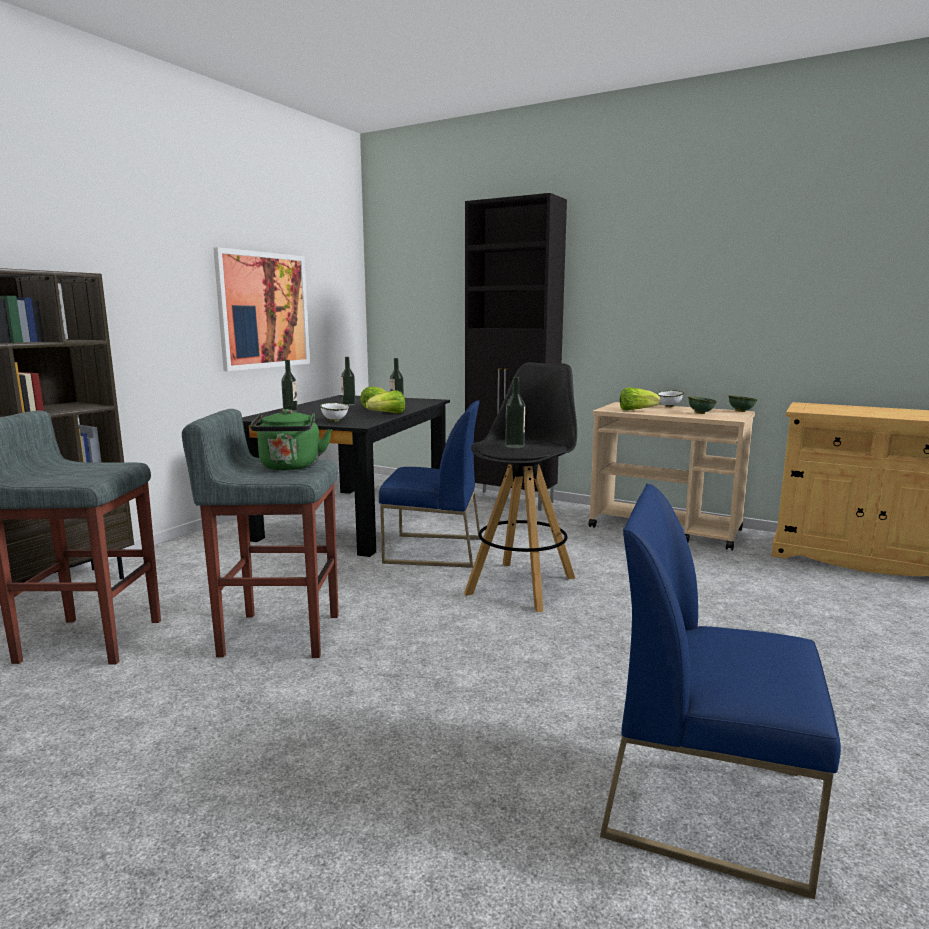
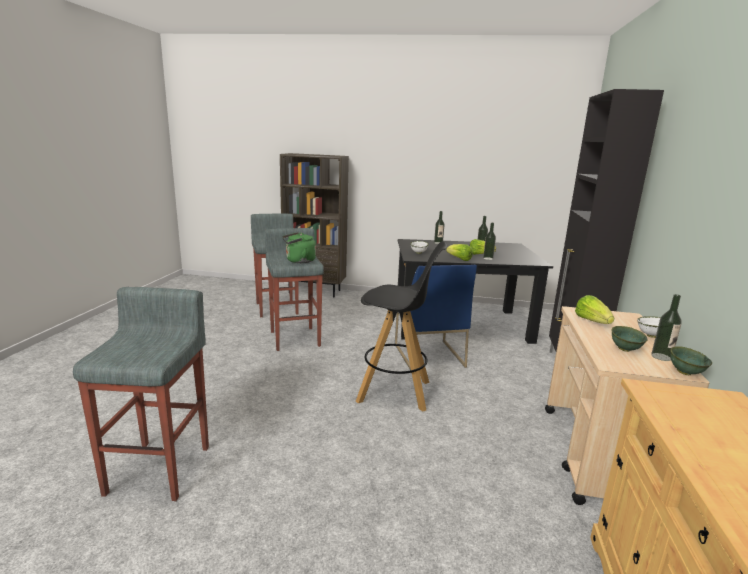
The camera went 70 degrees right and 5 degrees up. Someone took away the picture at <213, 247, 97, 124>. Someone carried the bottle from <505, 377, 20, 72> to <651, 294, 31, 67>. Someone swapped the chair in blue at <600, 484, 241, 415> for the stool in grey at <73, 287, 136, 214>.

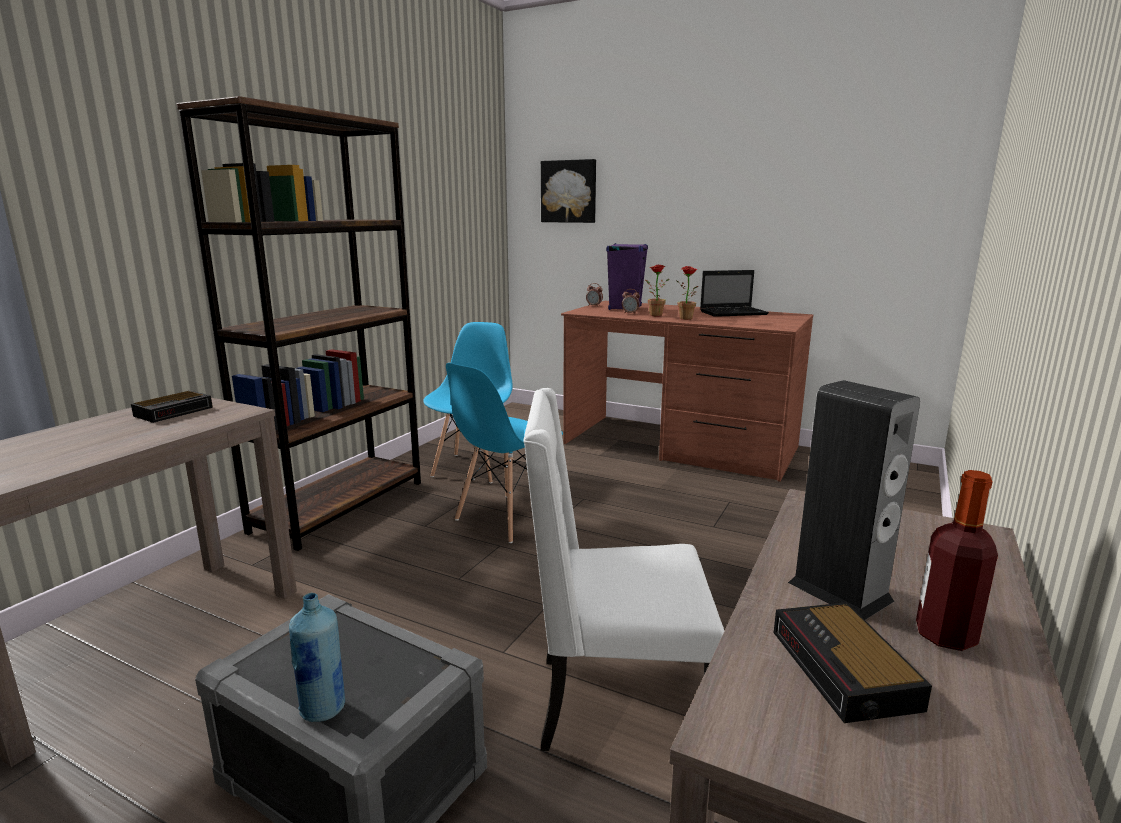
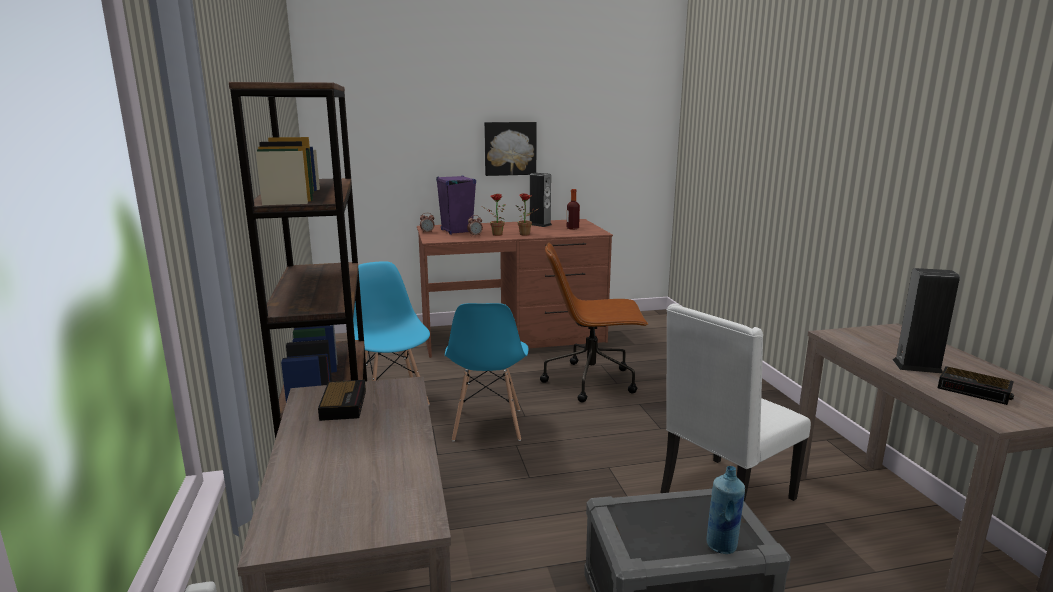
The camera went 40 degrees left and 0 degrees up. Someone put down the office chair in brown at <540, 243, 108, 159>. Someone carried the picture from <541, 159, 55, 64> to <484, 122, 53, 54>. Someone carried the bottle from <916, 470, 82, 181> to <567, 189, 13, 41>. Someone swapped the laptop at <700, 270, 69, 47> for the speaker at <530, 173, 22, 54>.

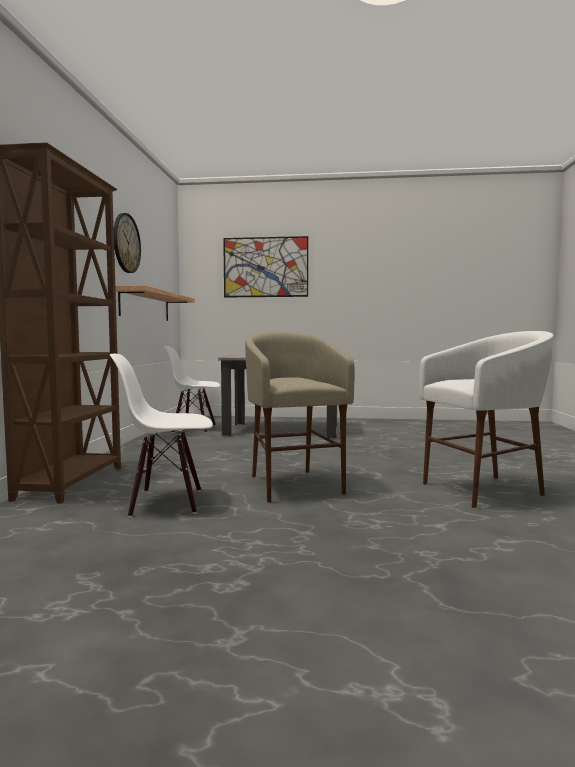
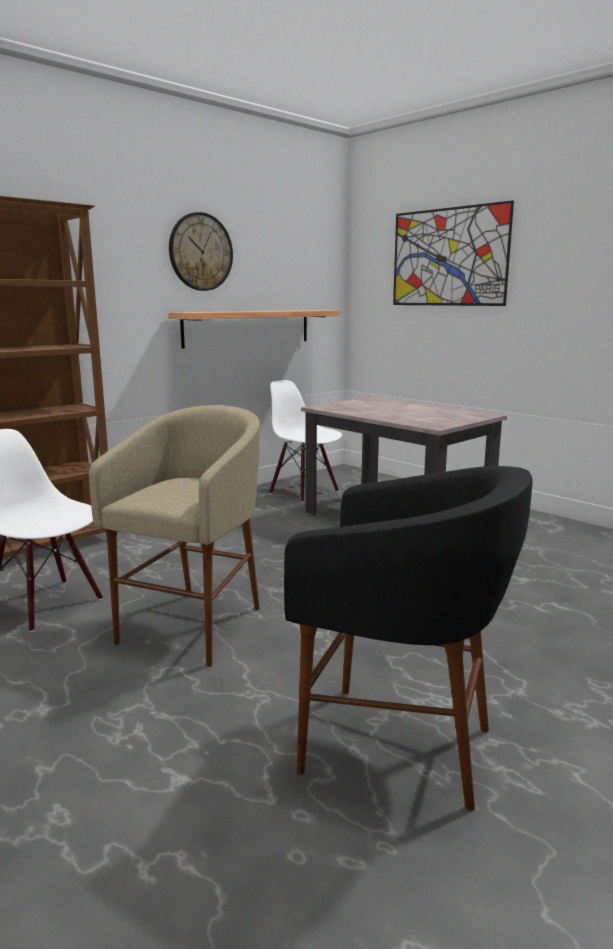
The camera went 40 degrees right and 10 degrees up. Someone repainted the stool in white at <419, 331, 135, 177>, which became the stool in black at <284, 466, 249, 345>.

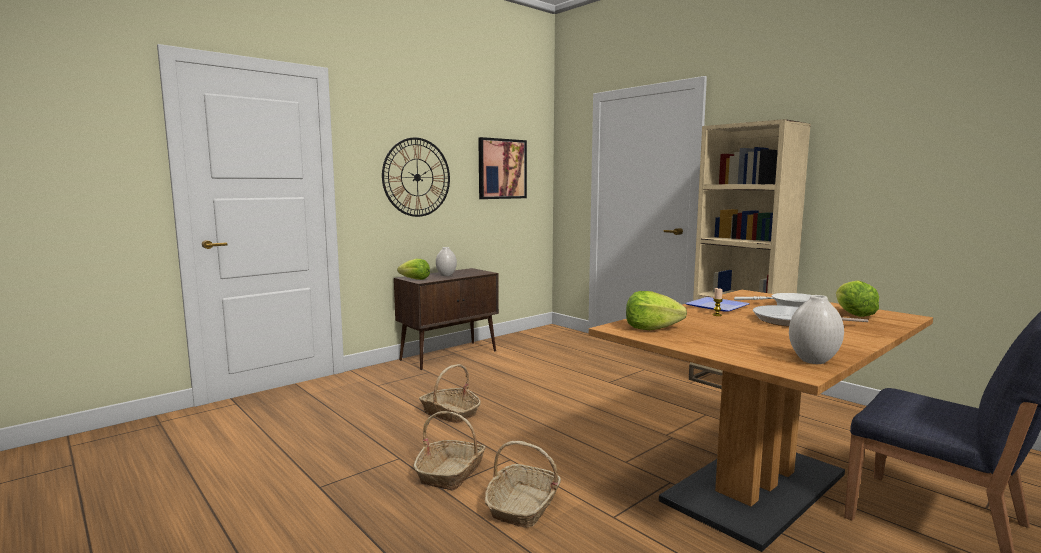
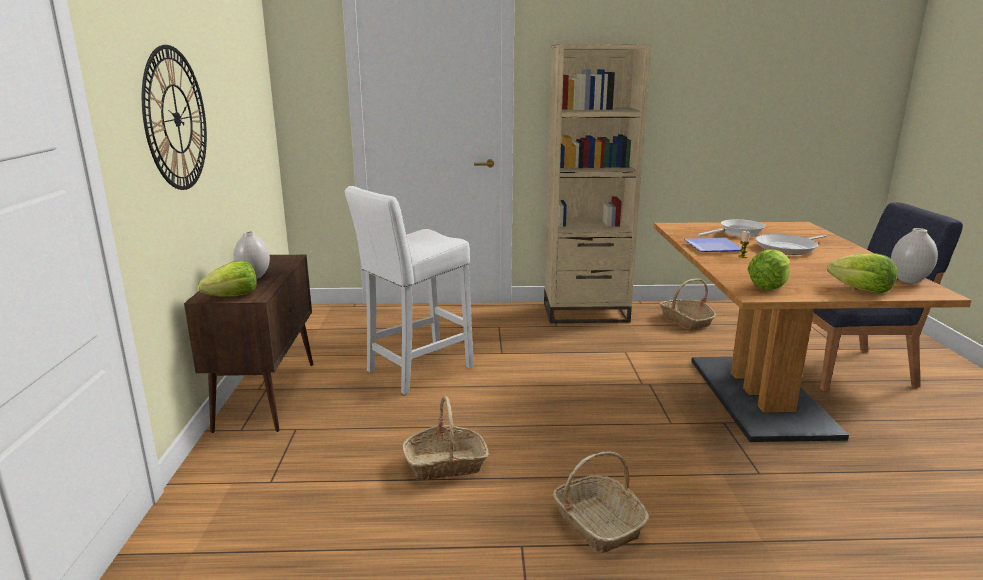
The camera went 50 degrees left and 10 degrees up. Someone took away the picture at <478, 137, 49, 62>. Someone put down the stool in white at <345, 186, 129, 209>. Someone carried the basket from <485, 441, 76, 87> to <659, 279, 57, 51>. Someone carried the lettuce from <836, 281, 43, 36> to <827, 253, 70, 40>.

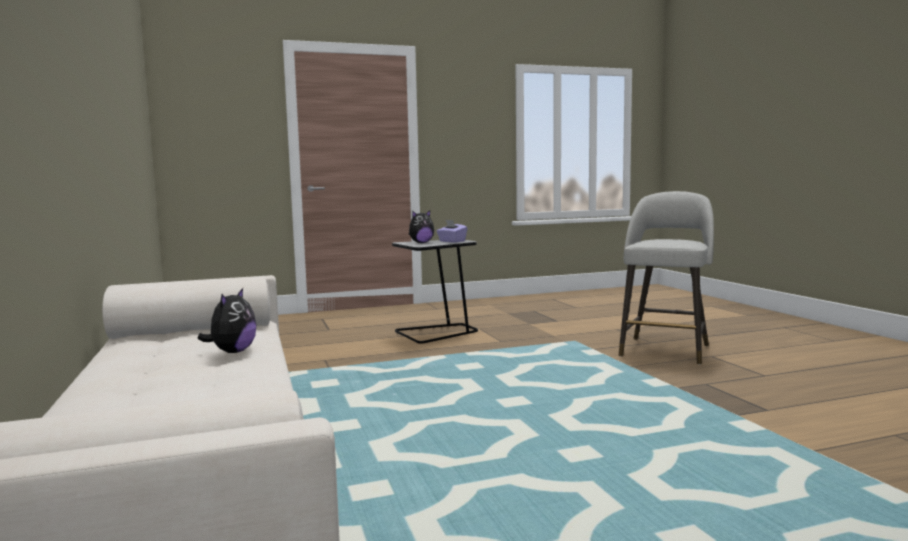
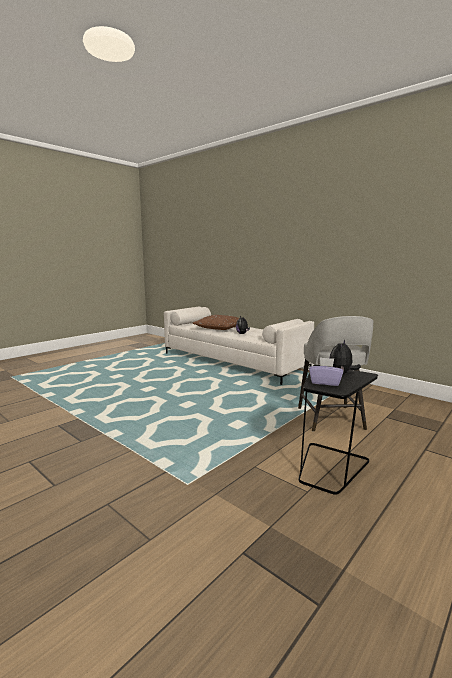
The camera went 150 degrees right and 5 degrees up. Someone put down the pillow in brown at <193, 315, 46, 15>. Someone carried the stool in grey from <619, 191, 95, 174> to <298, 316, 75, 116>.

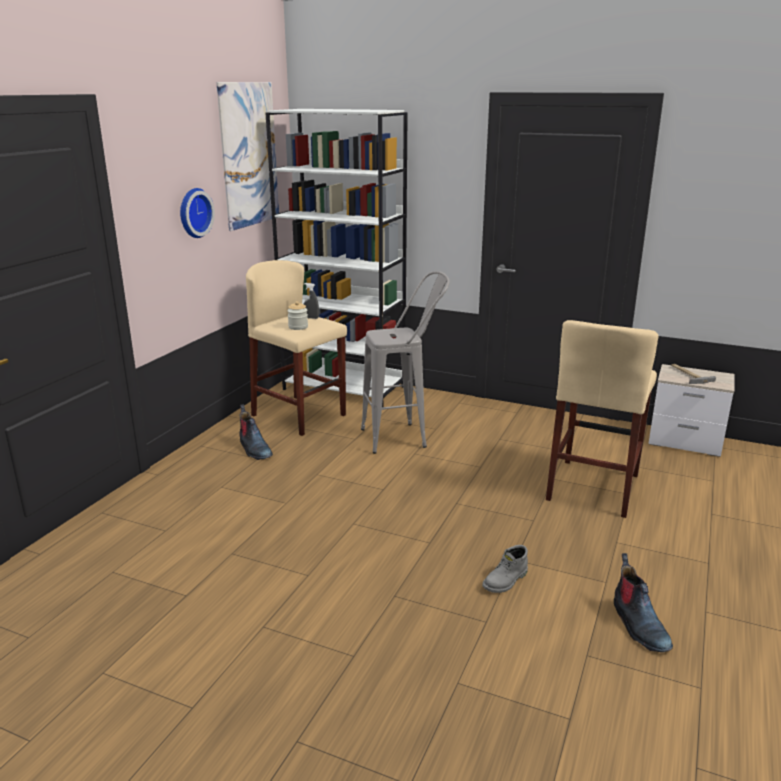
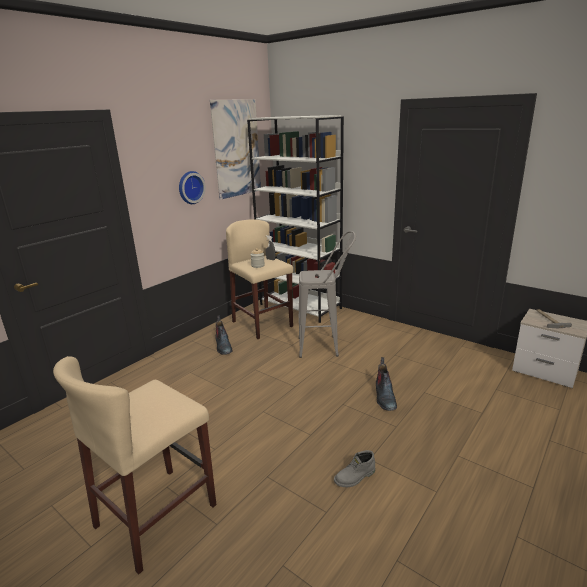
The camera went 15 degrees right and 0 degrees up. Someone carried the stool in beige from <546, 320, 112, 198> to <53, 356, 163, 219>. Someone carried the boot from <614, 553, 59, 99> to <376, 357, 21, 54>.

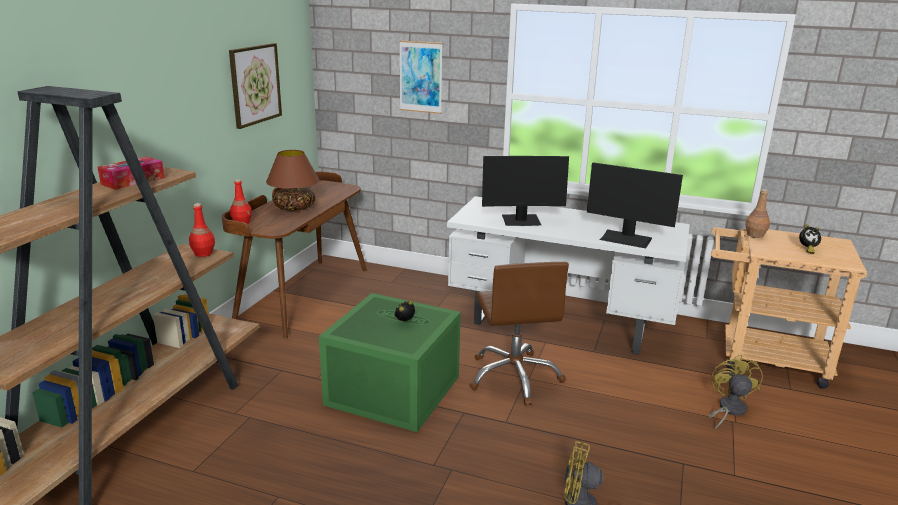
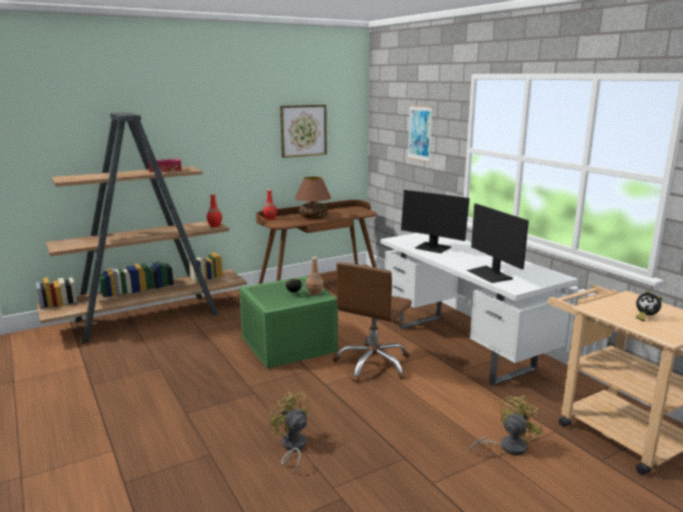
The camera went 40 degrees right and 5 degrees down. Someone carried the bottle in brown from <745, 189, 25, 49> to <306, 257, 18, 39>.

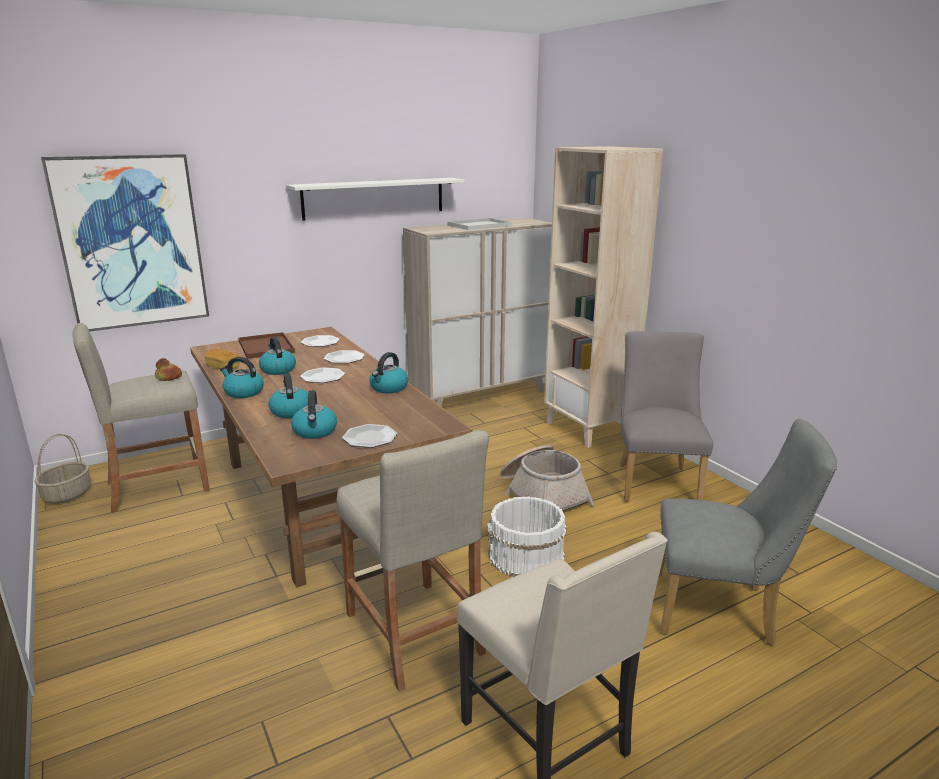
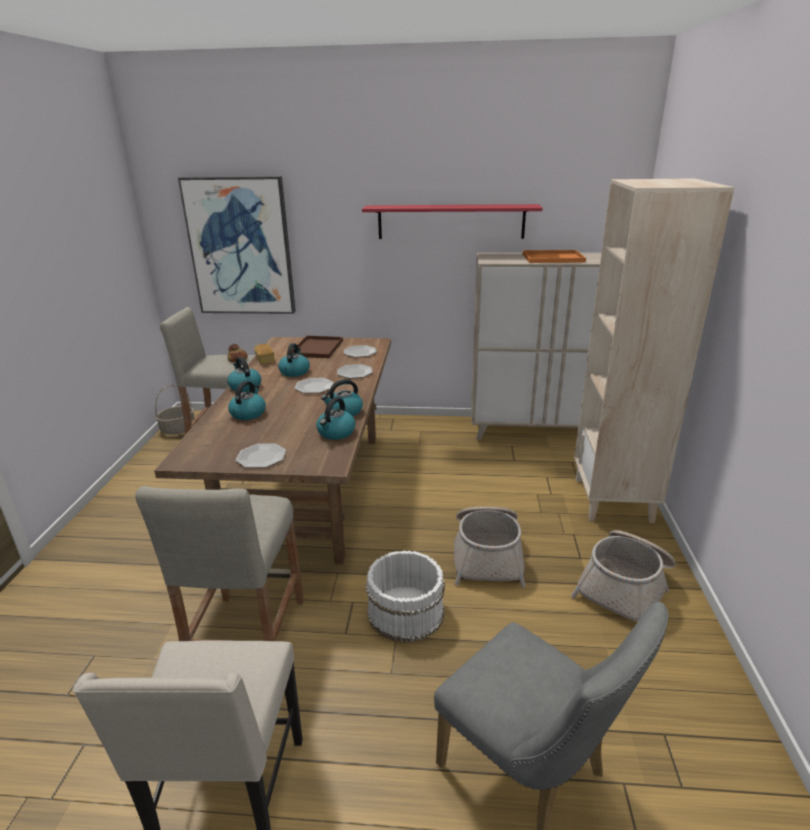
The camera went 35 degrees right and 5 degrees up. Someone carried the kettle from <291, 390, 46, 49> to <316, 397, 40, 43>. Someone swapped the chair in grey at <620, 331, 93, 171> for the basket at <571, 530, 105, 91>. Someone repainted the shelf in white at <286, 178, 179, 43>, which became the shelf in red at <362, 204, 181, 35>. Someone repainted the tray in white at <447, 218, 64, 12>, which became the tray in orange at <523, 250, 63, 13>.

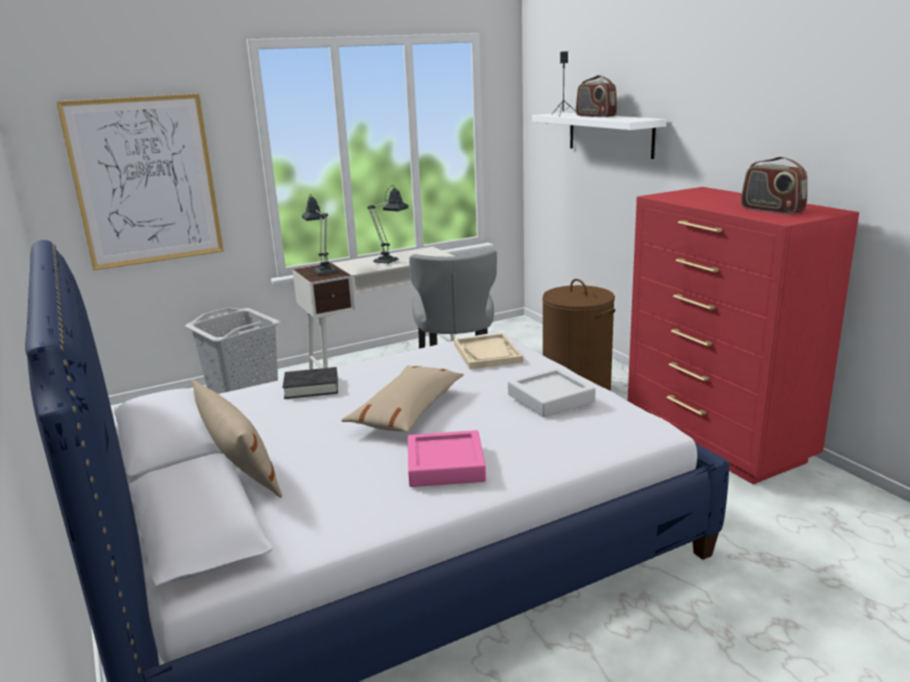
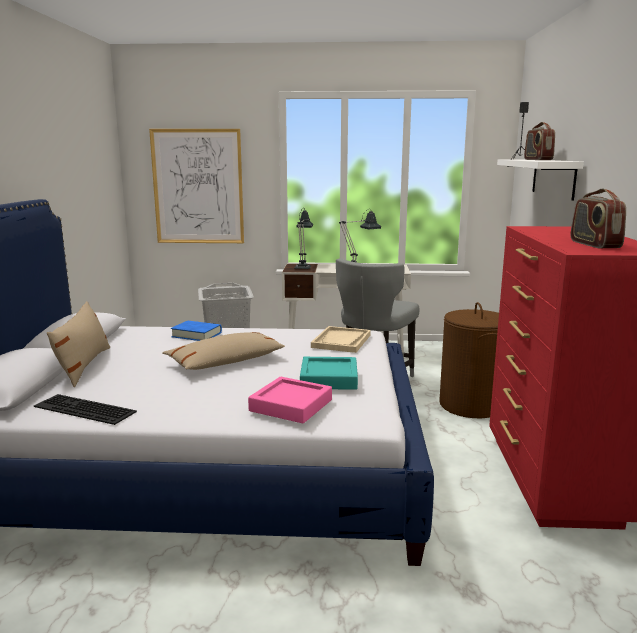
The camera went 30 degrees right and 5 degrees down. Someone put down the keyboard at <34, 394, 103, 31>. Someone carried the tray in pink from <408, 430, 78, 57> to <248, 377, 84, 46>. Someone repainted the book in black at <282, 367, 56, 32>, which became the book in blue at <171, 321, 51, 20>. Someone repainted the tray in grey at <508, 368, 88, 49>, which became the tray in turquoise at <300, 357, 58, 33>.

